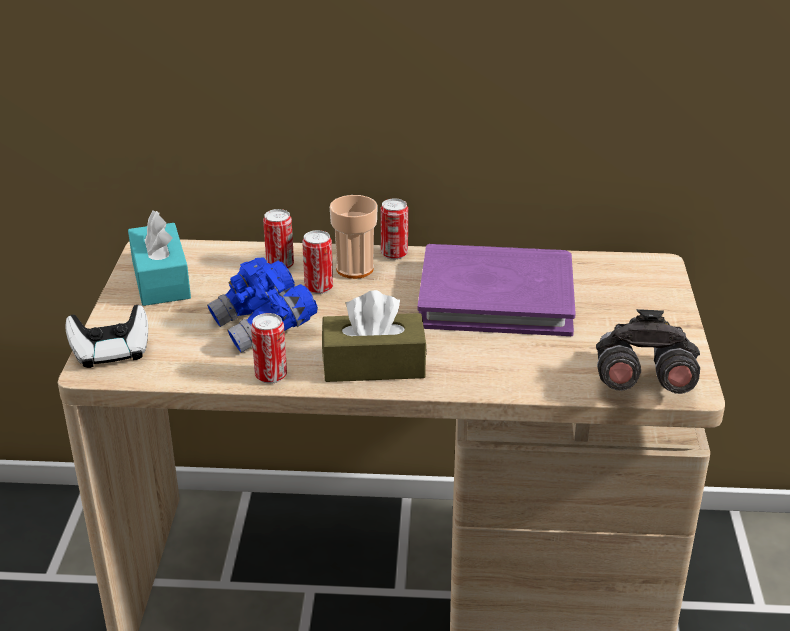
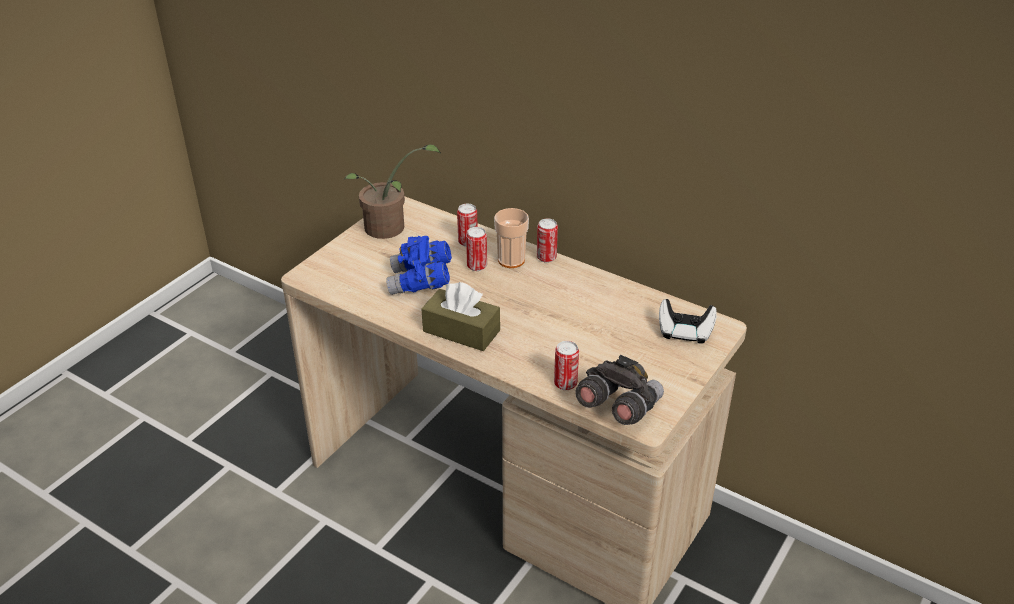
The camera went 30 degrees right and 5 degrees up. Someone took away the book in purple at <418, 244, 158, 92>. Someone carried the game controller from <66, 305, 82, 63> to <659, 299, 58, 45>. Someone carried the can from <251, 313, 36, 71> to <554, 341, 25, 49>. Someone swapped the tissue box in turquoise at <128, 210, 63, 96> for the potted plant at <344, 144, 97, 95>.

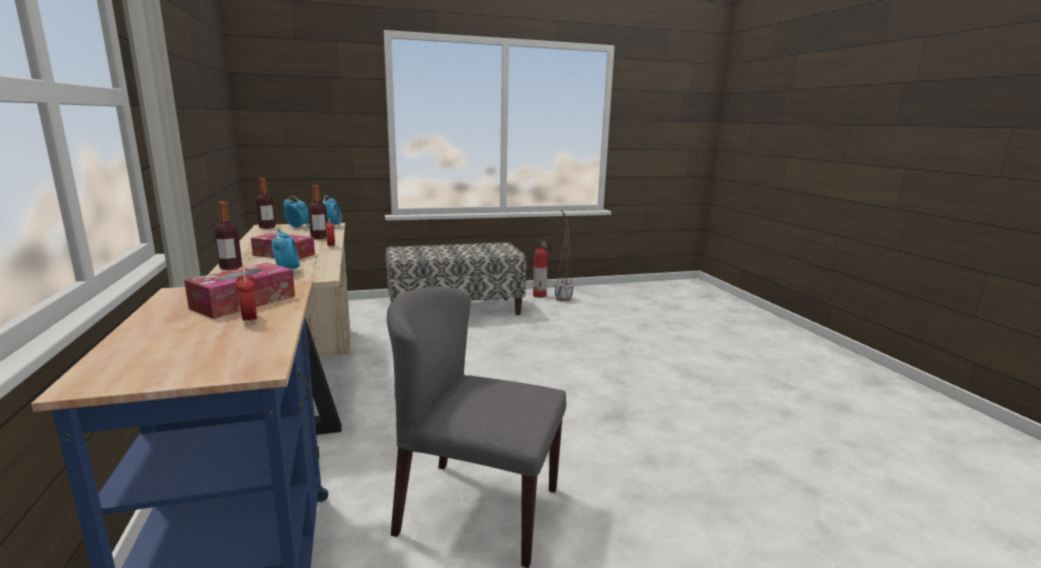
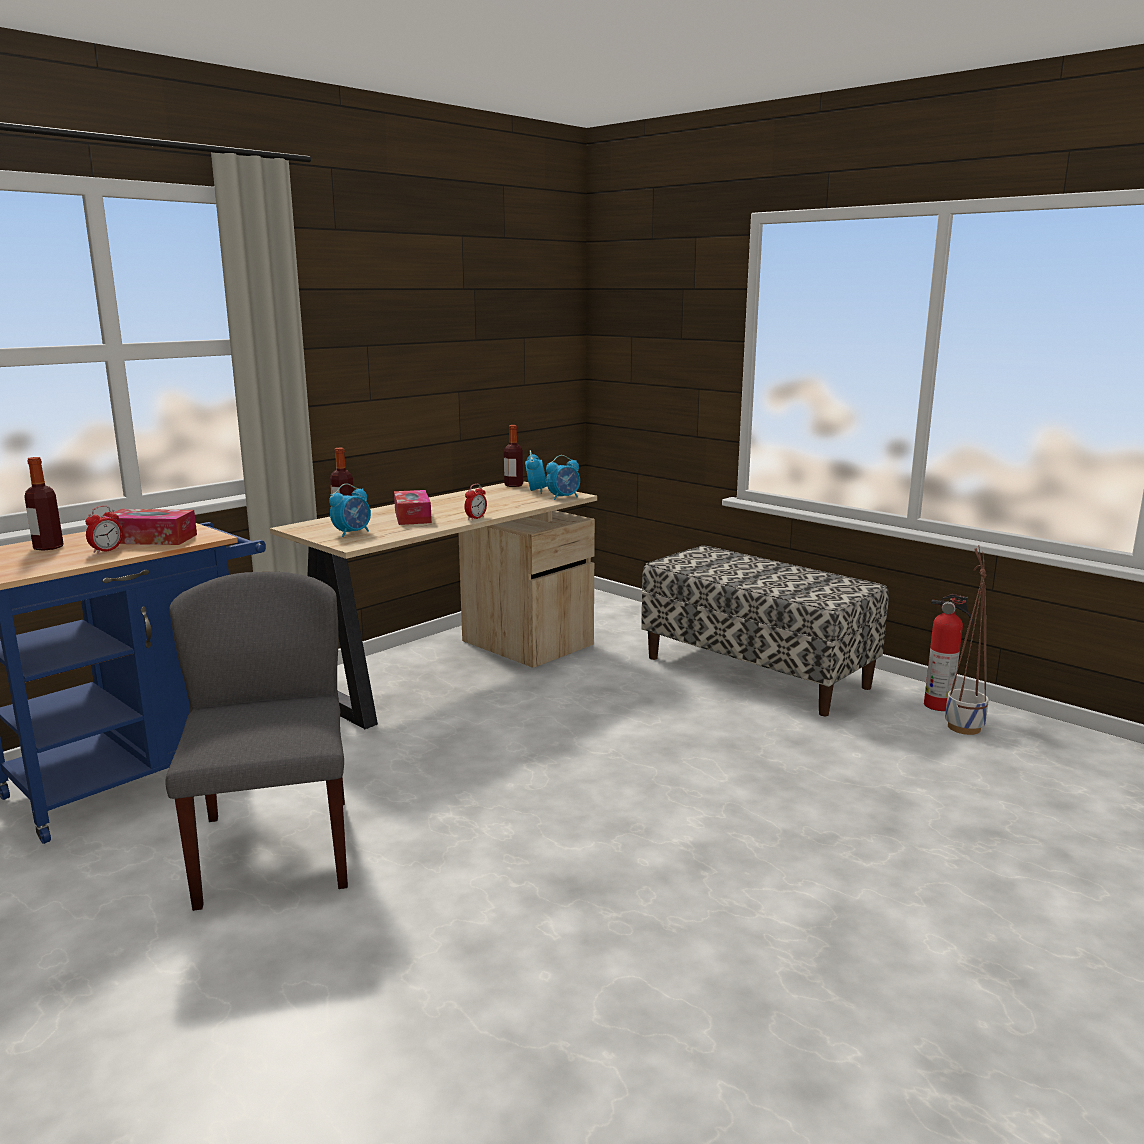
The camera went 60 degrees right and 0 degrees up. Someone carried the bottle from <308, 185, 19, 54> to <24, 457, 40, 94>.

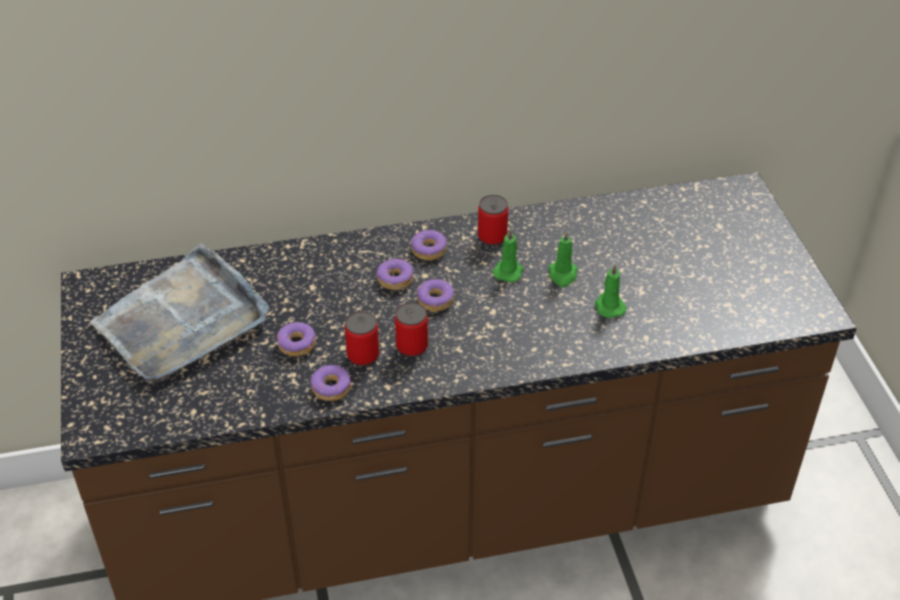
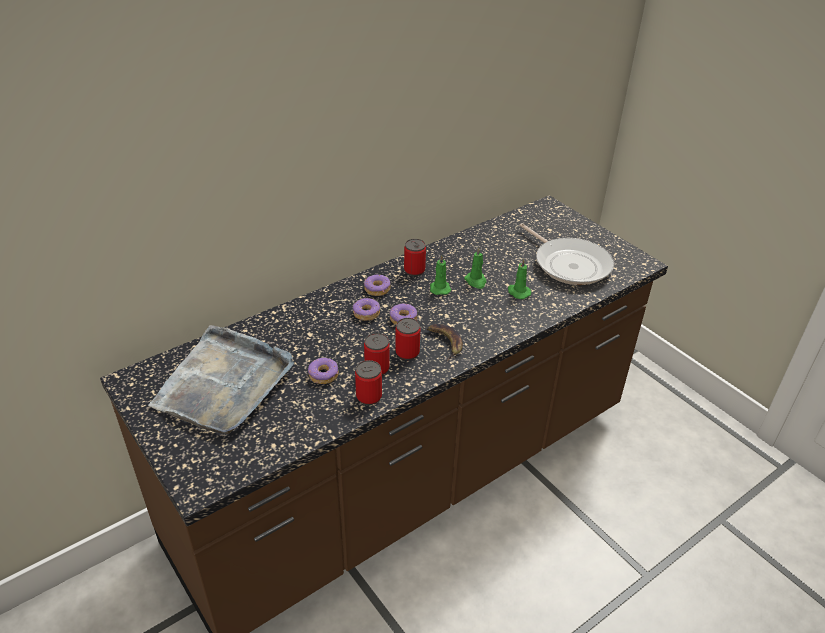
The camera went 25 degrees left and 5 degrees down. Someone put down the banana at <426, 324, 37, 37>. Someone put down the frying pan at <519, 223, 95, 62>. Someone swapped the donut at <311, 365, 40, 36> for the can at <355, 360, 27, 45>.

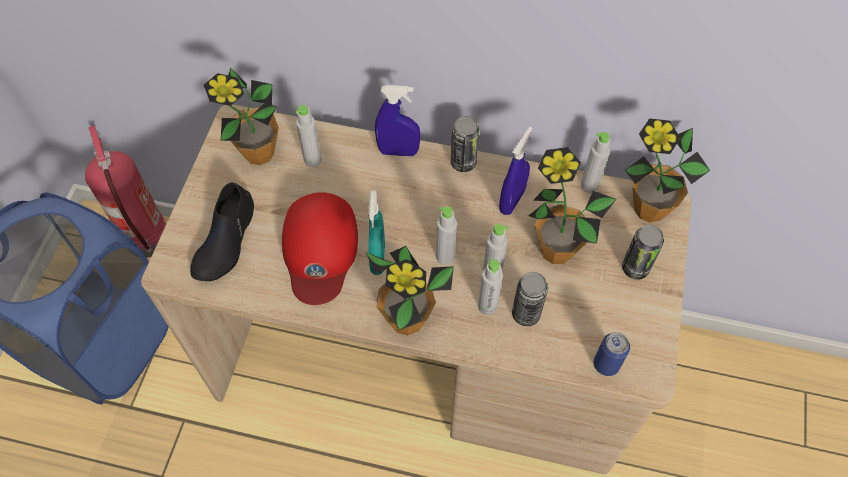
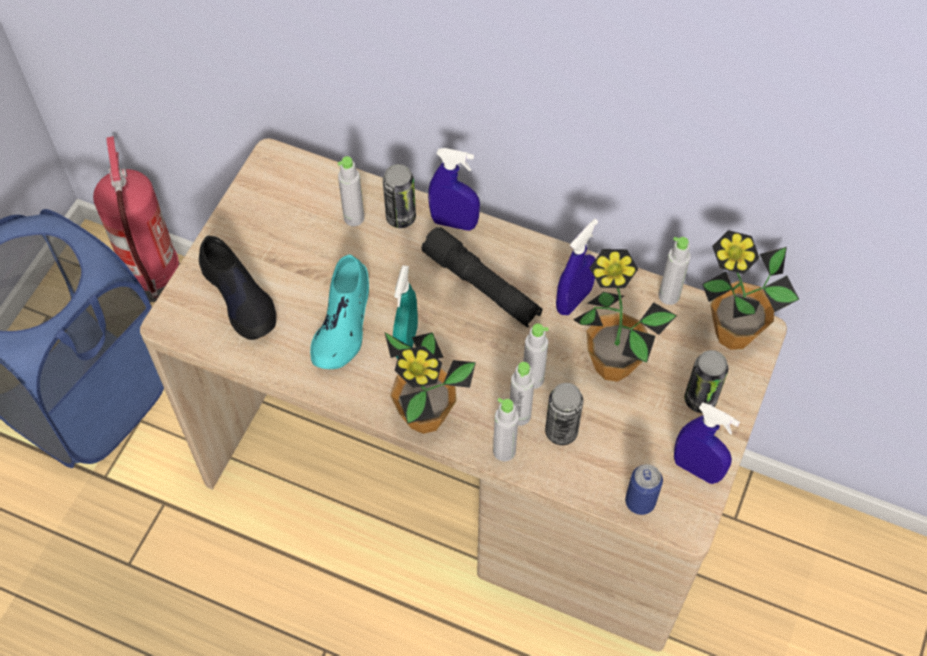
The camera went 10 degrees right and 0 degrees up. Someone took away the potted plant at <204, 67, 75, 98>. Someone put down the flashlight in black at <422, 227, 120, 101>. Someone put down the spray bottle in blue at <674, 402, 66, 82>. Someone carried the bottle in grey from <436, 207, 21, 58> to <493, 398, 26, 63>. Someone carried the can from <451, 116, 28, 56> to <383, 164, 33, 64>. Someone swapped the cap in red at <282, 192, 76, 113> for the shoe in turquoise at <310, 254, 59, 115>. Someone rotated the shoe in black at <190, 182, 64, 99> by 60 degrees counterclockwise.

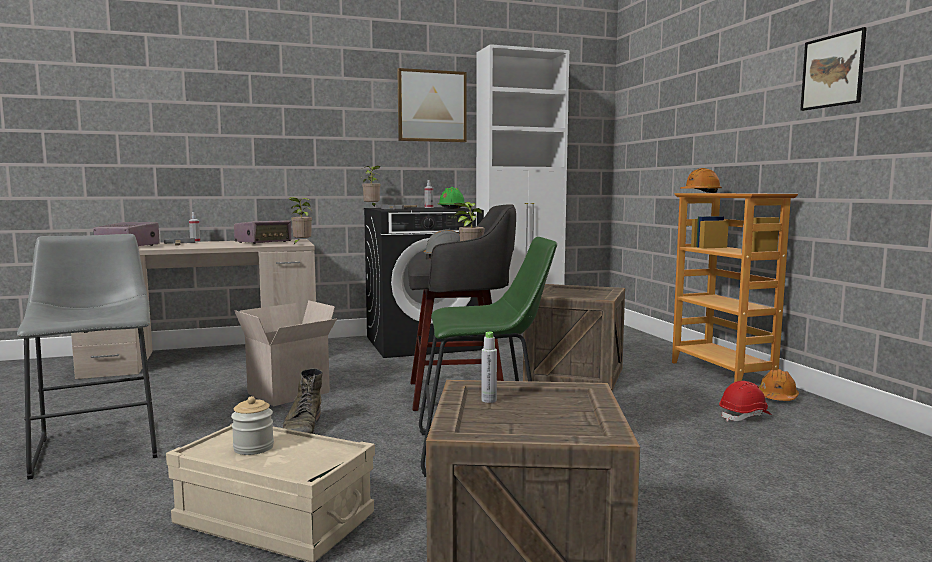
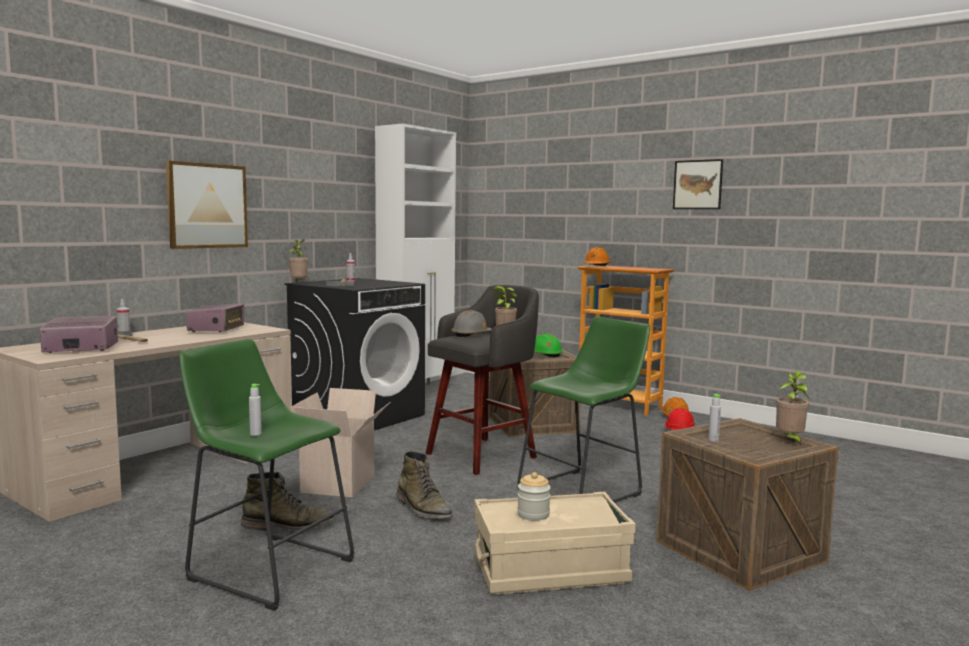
The camera went 35 degrees left and 0 degrees up. Someone put down the boot in green at <241, 471, 95, 60>. Someone put down the bottle in grey at <249, 384, 13, 52>. Someone carried the potted plant from <289, 197, 23, 47> to <776, 371, 33, 74>. Someone carried the picture from <397, 68, 69, 74> to <166, 161, 82, 88>. Someone carried the hard hat in green from <438, 187, 27, 22> to <534, 333, 29, 25>. Someone repainted the stool in grey at <17, 234, 140, 245>, which became the stool in green at <179, 339, 175, 272>.

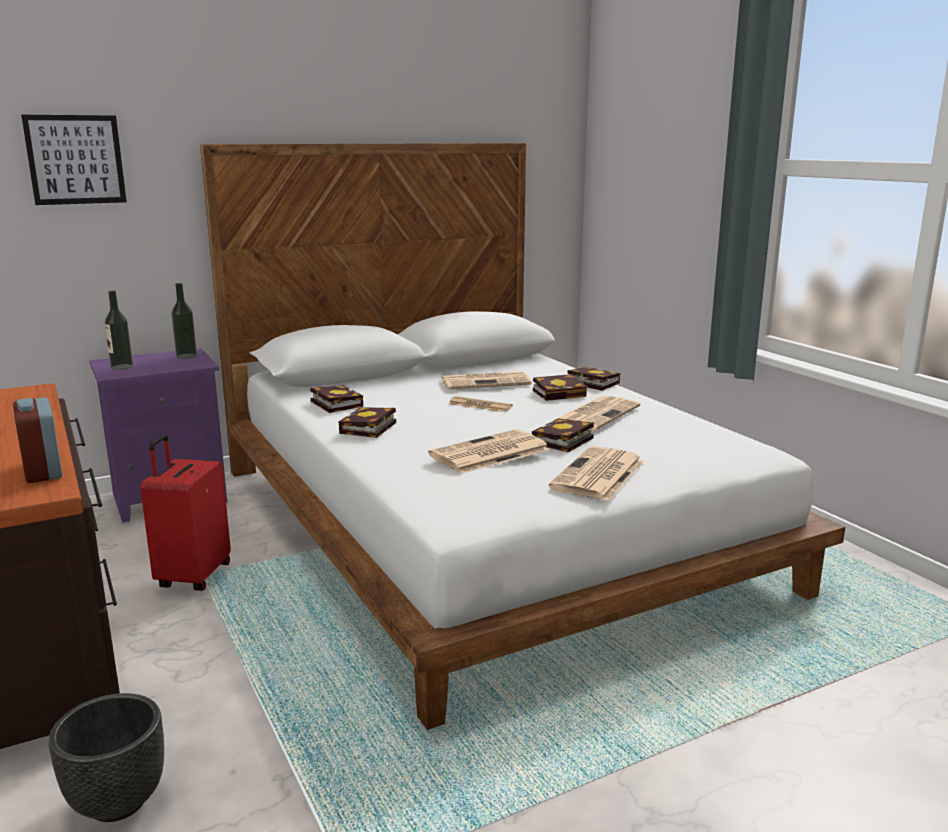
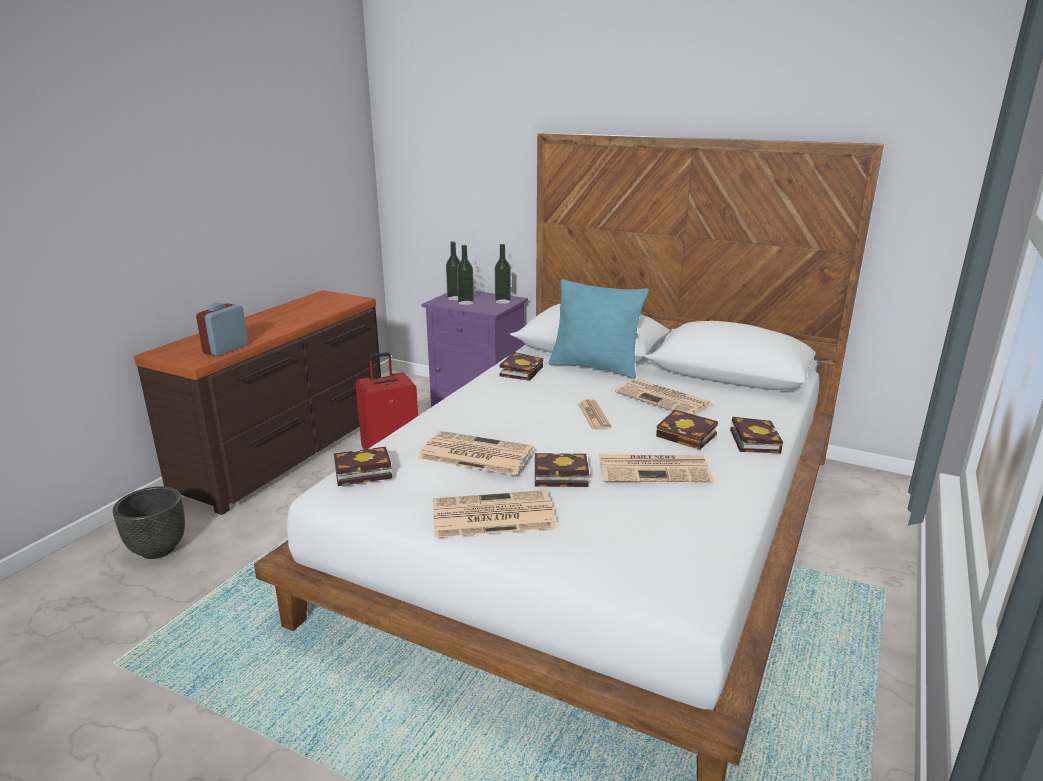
The camera went 55 degrees right and 5 degrees up. Someone took away the picture at <21, 115, 106, 90>. Someone put down the bottle at <457, 245, 17, 60>. Someone put down the pillow in turquoise at <549, 279, 100, 100>. Someone carried the book from <338, 407, 58, 31> to <334, 446, 58, 40>.

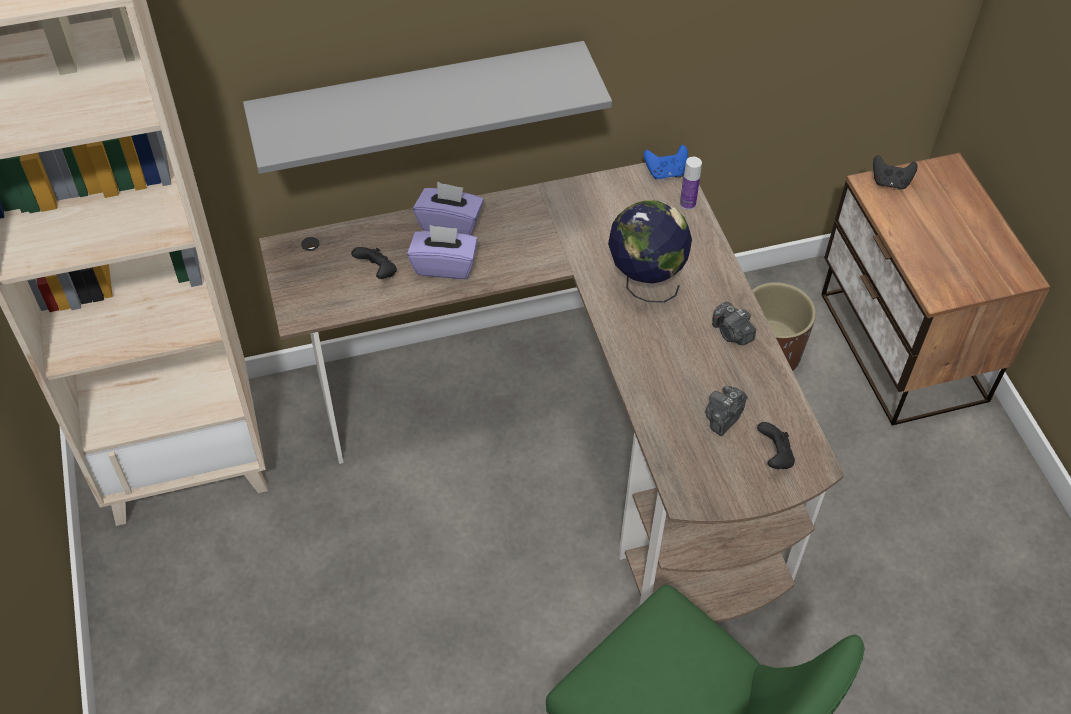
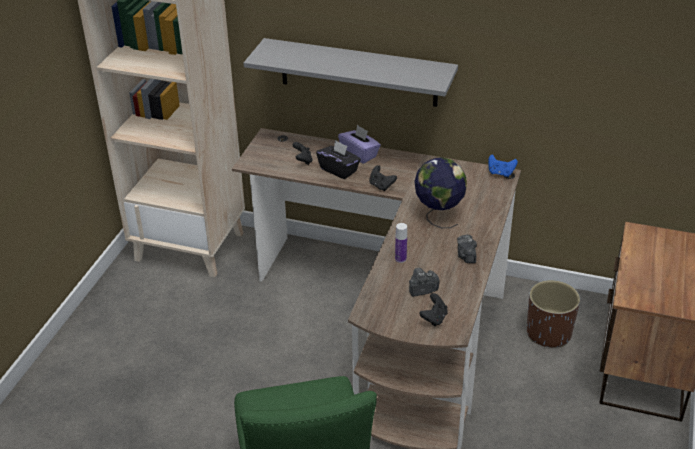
The camera went 35 degrees right and 15 degrees down. Someone carried the bottle from <680, 157, 22, 53> to <395, 223, 12, 40>. Someone carried the game controller in black from <873, 155, 45, 35> to <369, 165, 28, 26>. Someone repainted the tissue box in purple at <407, 225, 71, 54>, which became the tissue box in black at <316, 140, 45, 39>.

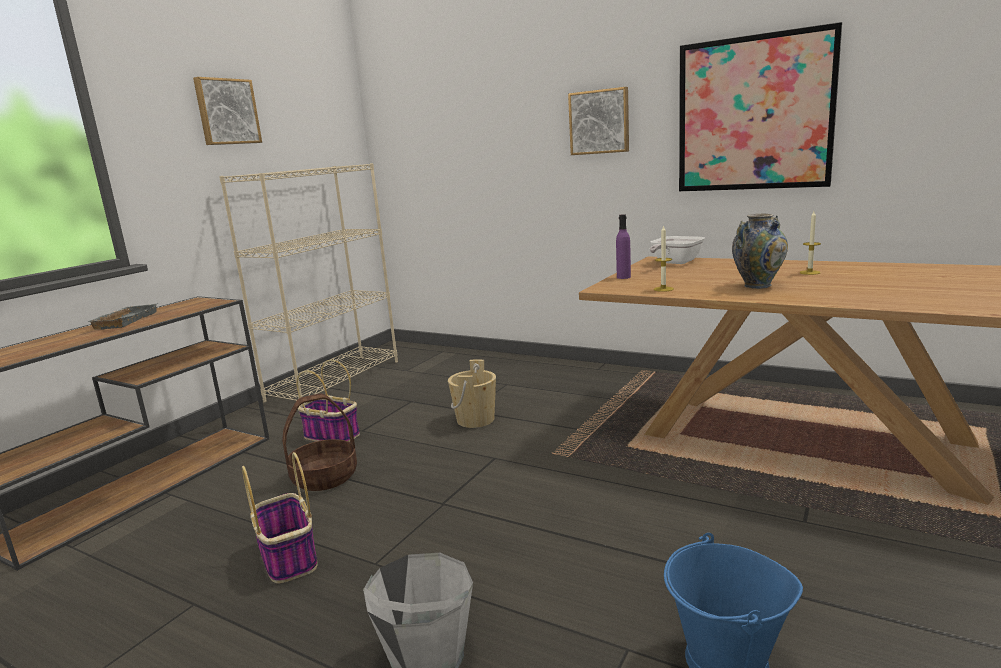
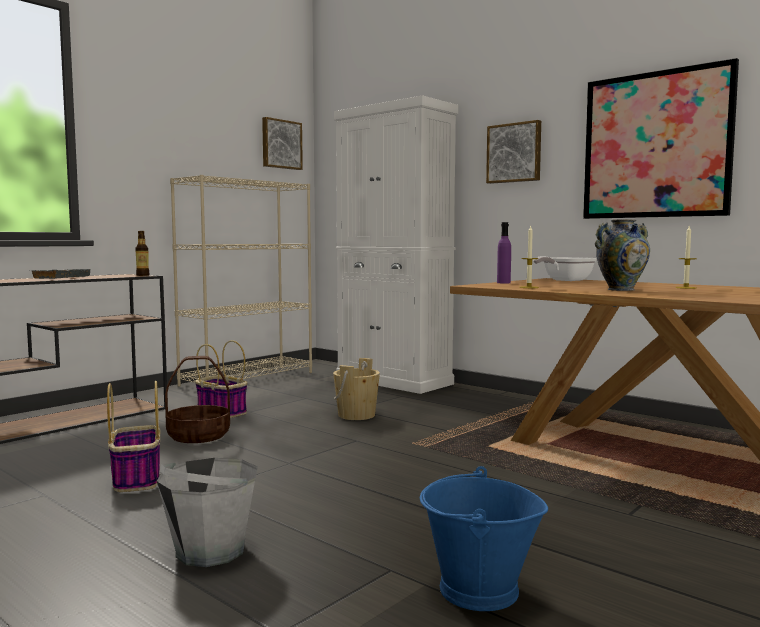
The camera went 10 degrees right and 10 degrees down. Someone put down the bottle at <135, 231, 14, 45>. Someone put down the cabinet in white at <334, 95, 124, 299>. Someone carried the picture from <193, 77, 69, 68> to <262, 117, 41, 53>.

